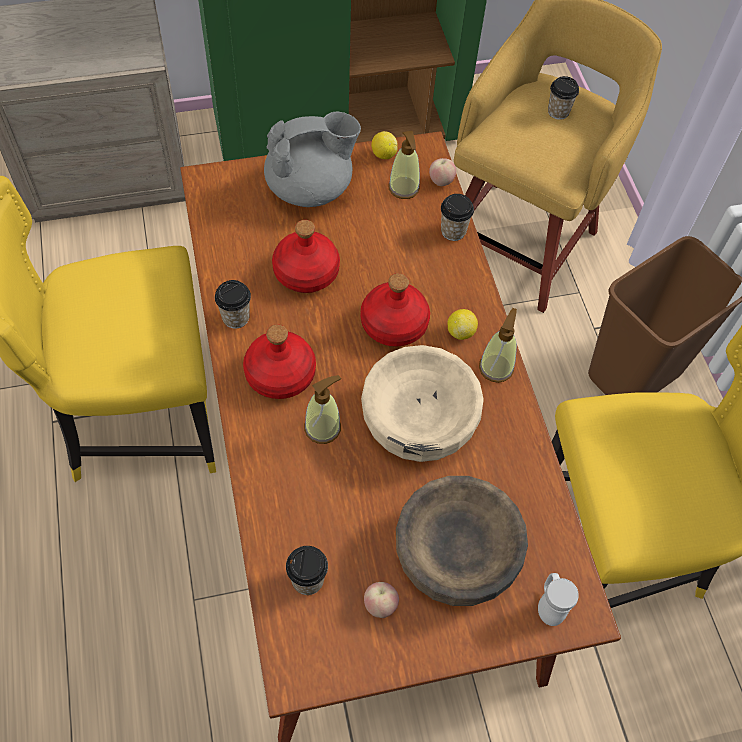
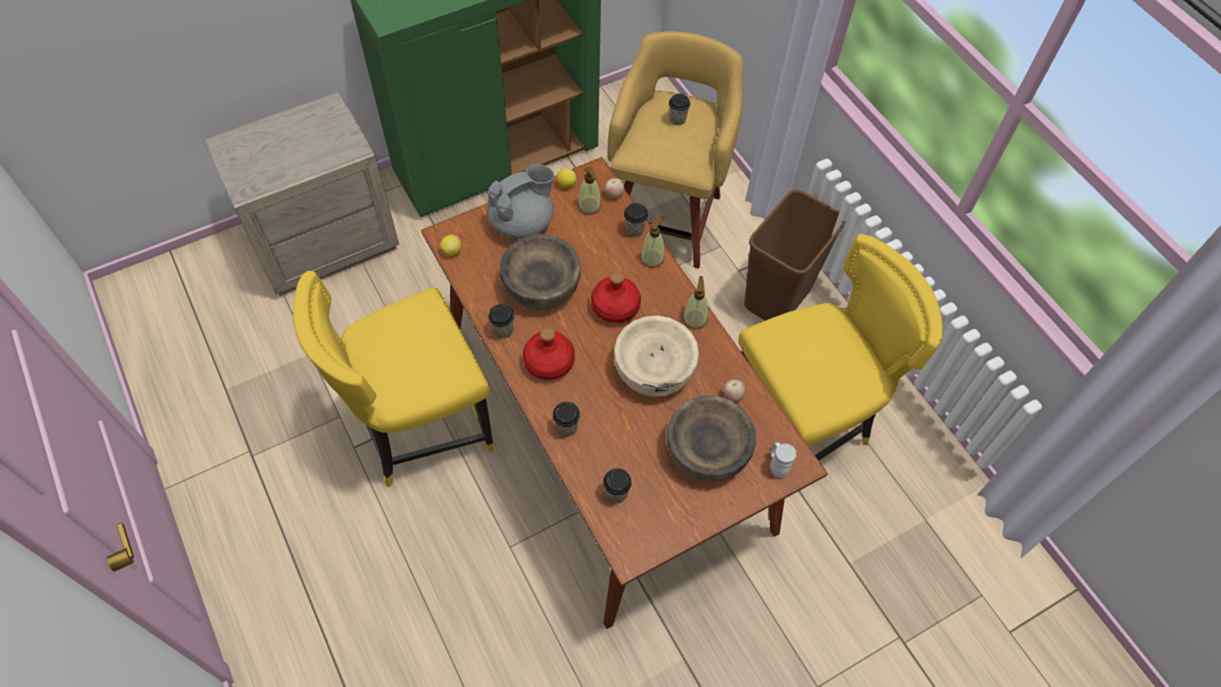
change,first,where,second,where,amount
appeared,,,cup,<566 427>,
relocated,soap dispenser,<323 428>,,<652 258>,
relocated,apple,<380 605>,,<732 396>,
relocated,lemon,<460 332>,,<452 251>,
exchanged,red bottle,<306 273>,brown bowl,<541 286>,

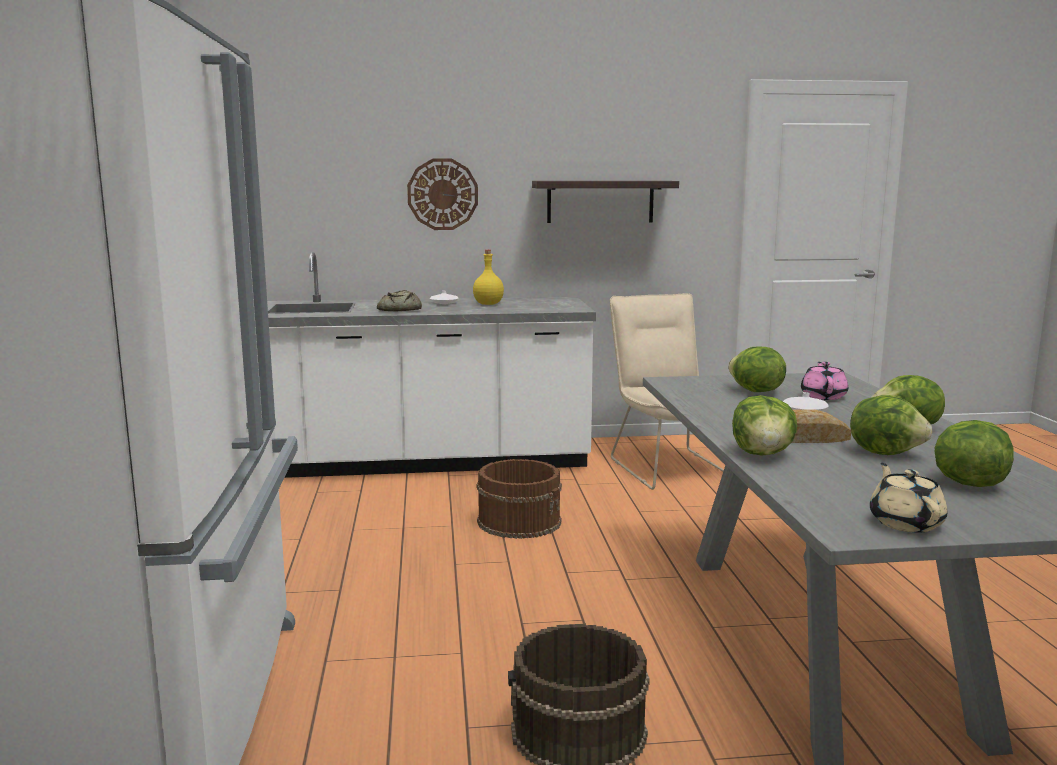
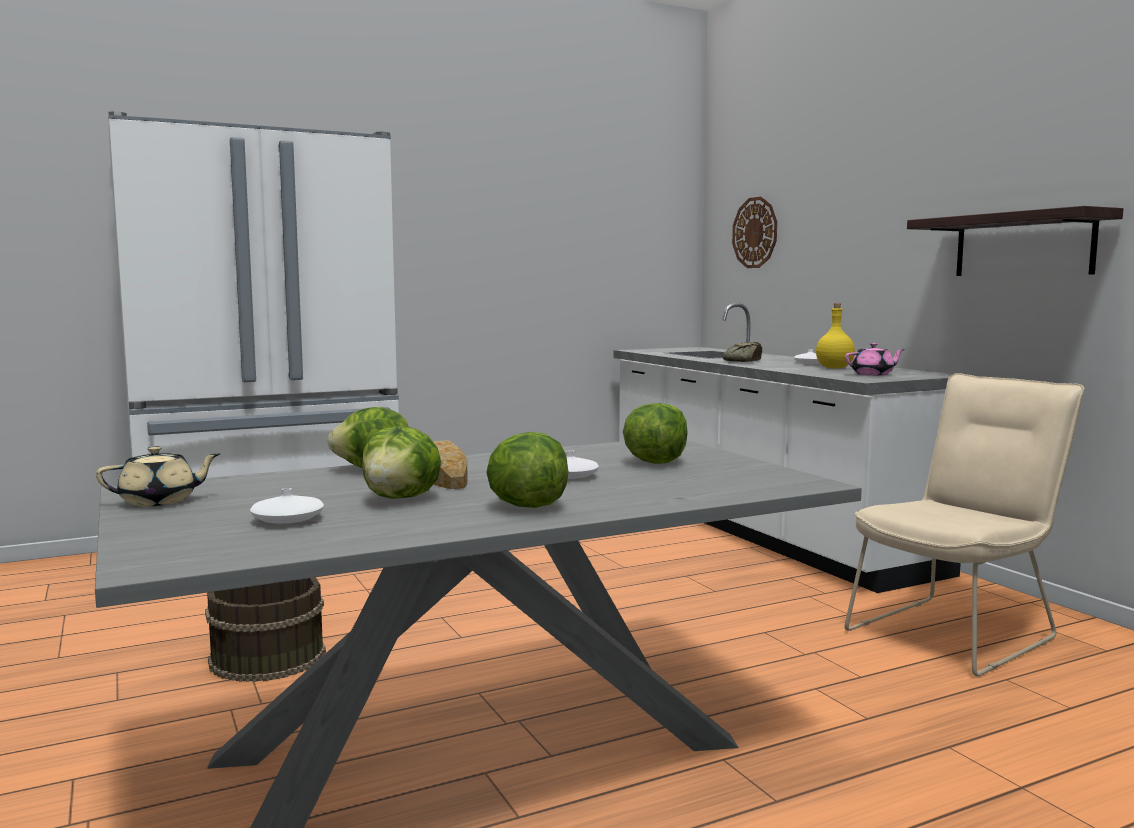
change,first,where,second,where,amount
missing,brown bucket,<520 521>,,,
relocated,wall clock,<442 194>,,<755 232>,
relocated,pink teapot,<823 396>,,<873 374>,
exchanged,lettuce,<968 483>,white vase,<288 519>,

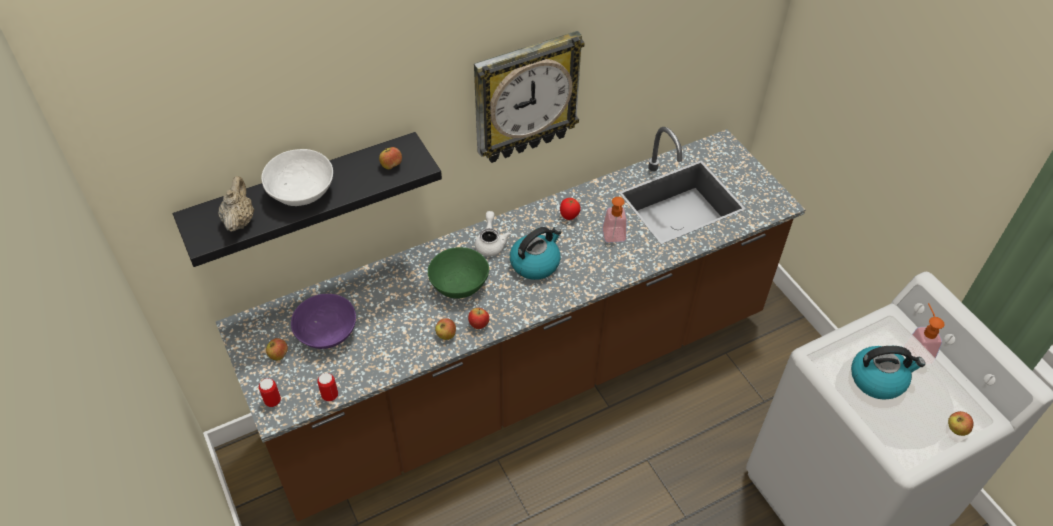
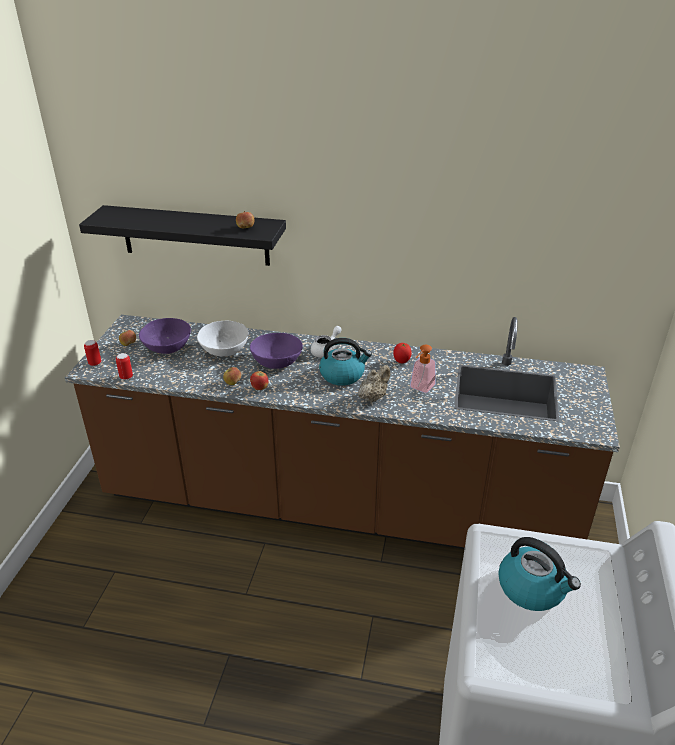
change,first,where,second,where,amount
missing,wall clock,<525 98>,,,
missing,soap dispenser,<915 351>,,,
missing,apple,<956 429>,,,
relocated,beige teapot,<239 220>,,<373 397>,
relocated,white bowl,<302 192>,,<225 350>,
colour,green bowl,<458 284>,purple bowl,<277 361>,

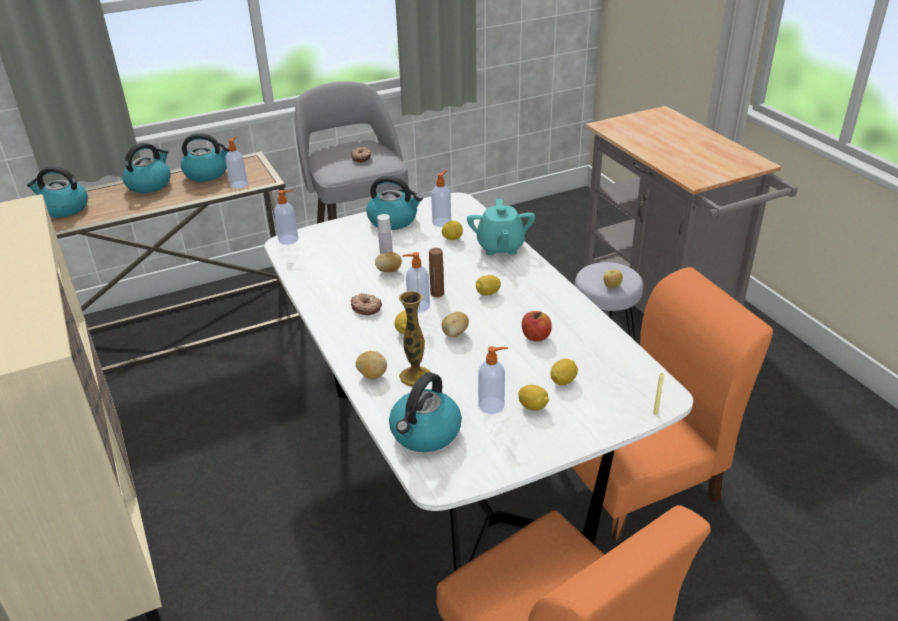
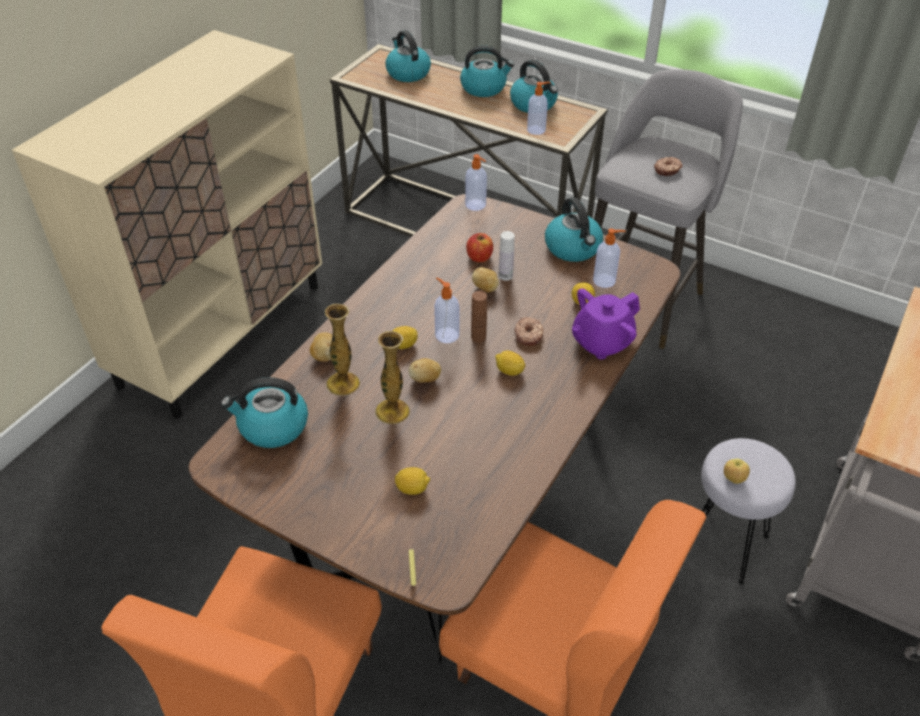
change,first,where,second,where,amount
missing,soap dispenser,<492 405>,,,
missing,lemon,<533 406>,,,
appeared,,,vase,<392 411>,
relocated,donut,<366 308>,,<529 335>,
relocated,apple,<535 336>,,<479 257>,
colour,white dining table,<452 463>,brown dining table,<459 498>,
colour,turquoise teapot,<500 247>,purple teapot,<601 342>,

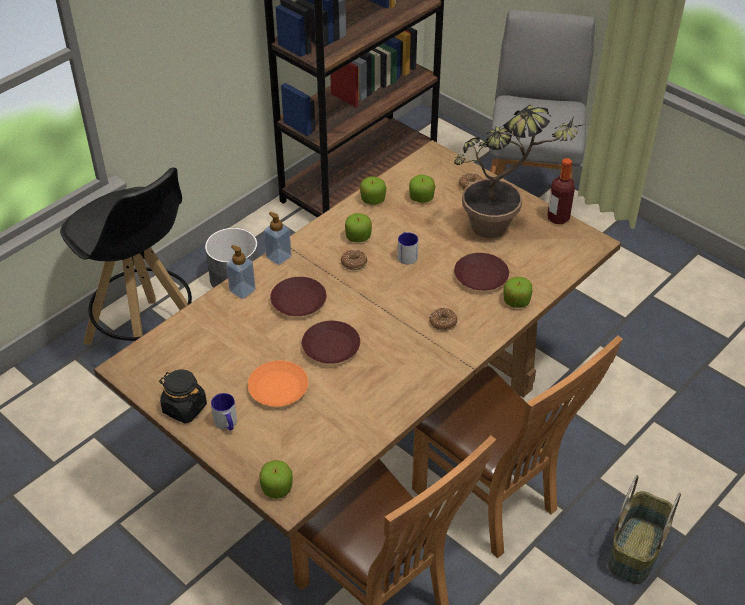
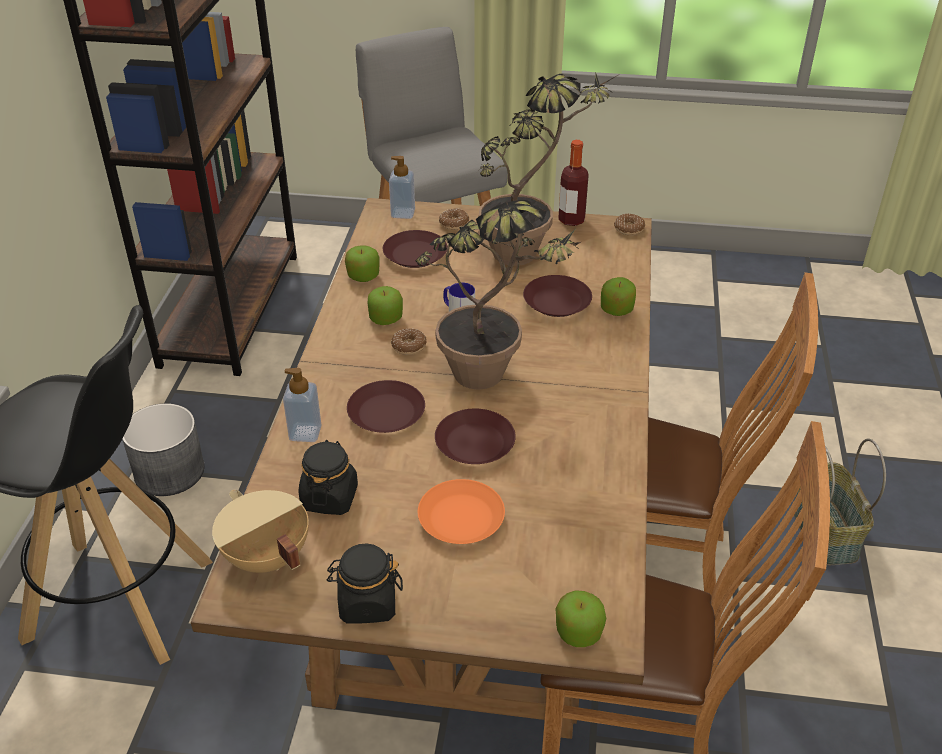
change,first,where,second,where,amount
missing,mug,<227 423>,,,
appeared,,,beige cooking pot,<265 558>,
appeared,,,black jar,<329 497>,
appeared,,,potted plant,<493 382>,
relocated,soap dispenser,<278 257>,,<403 213>,
relocated,donut,<443 322>,,<629 229>,
exchanged,apple,<421 198>,brown plate,<415 254>,

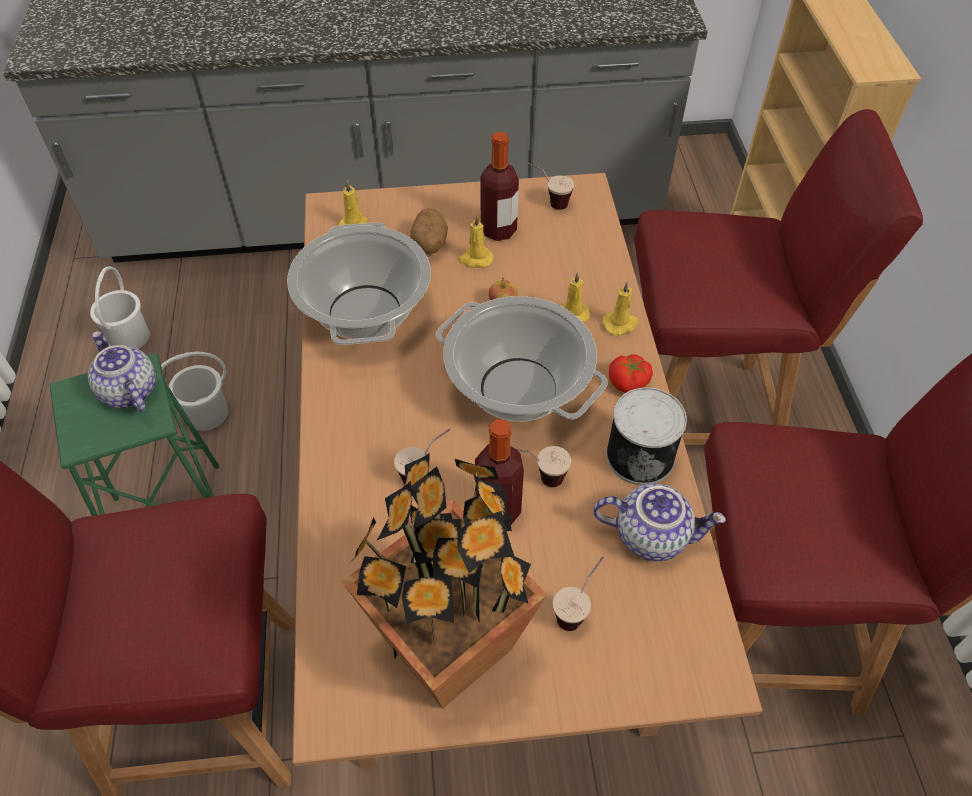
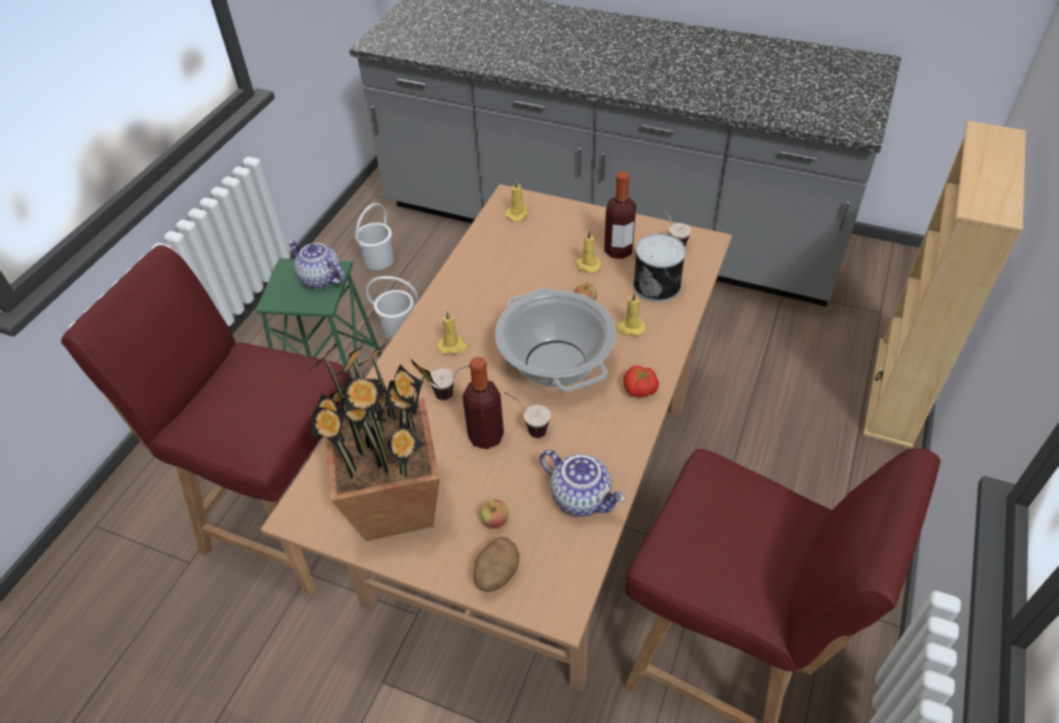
change,first,where,second,where,amount
missing,cooking pot,<364 312>,,,
missing,red chair,<701 415>,,,
relocated,potato,<429 245>,,<496 574>,
relocated,yellow candle,<620 324>,,<453 346>,
relocated,can,<640 454>,,<657 285>,
exchanged,cup,<577 608>,apple,<495 521>,
spun,teapot,<128 391>,,<320 279>,45 degrees counterclockwise

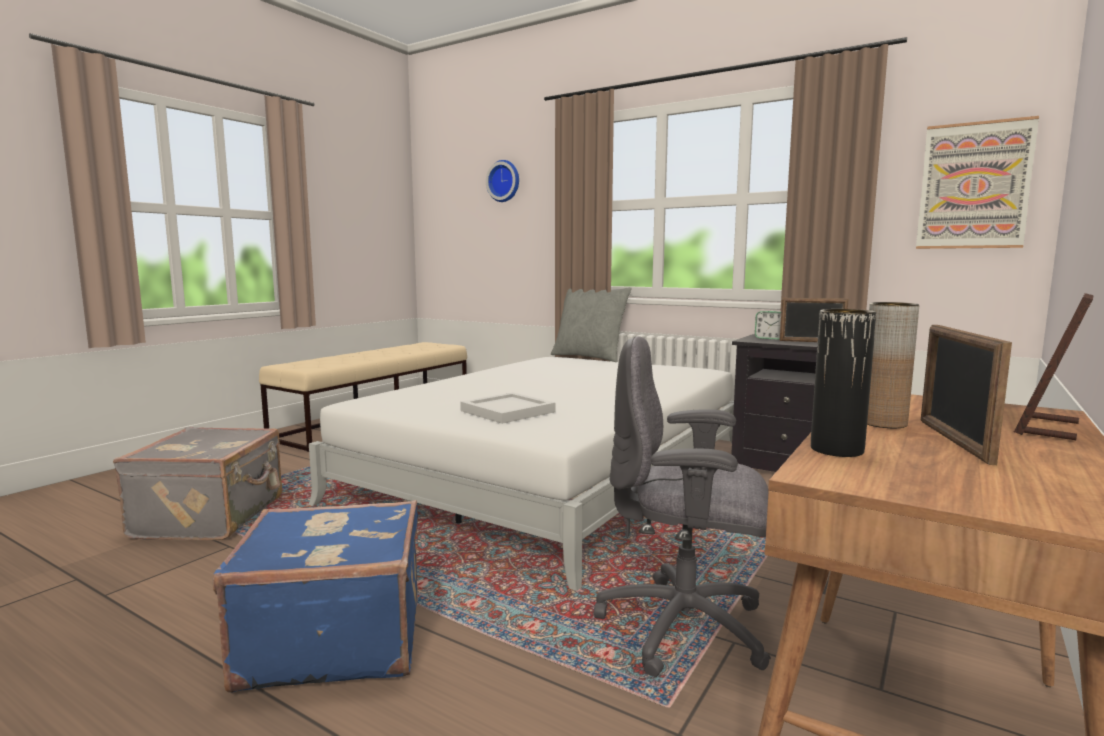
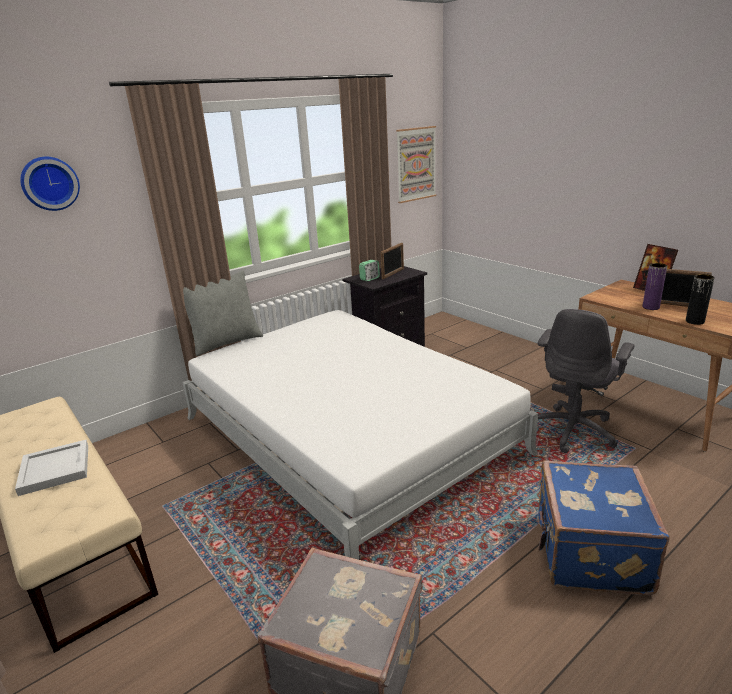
change,first,where,second,where,amount
relocated,white tray,<507 412>,,<56 469>,
colour,brown vase,<883 423>,purple vase,<650 307>,

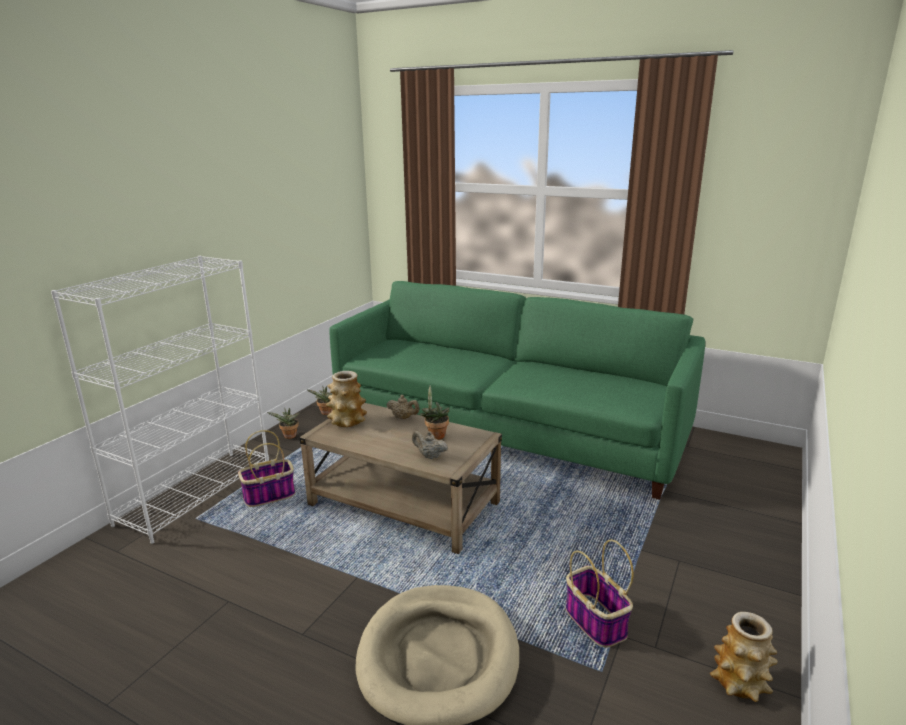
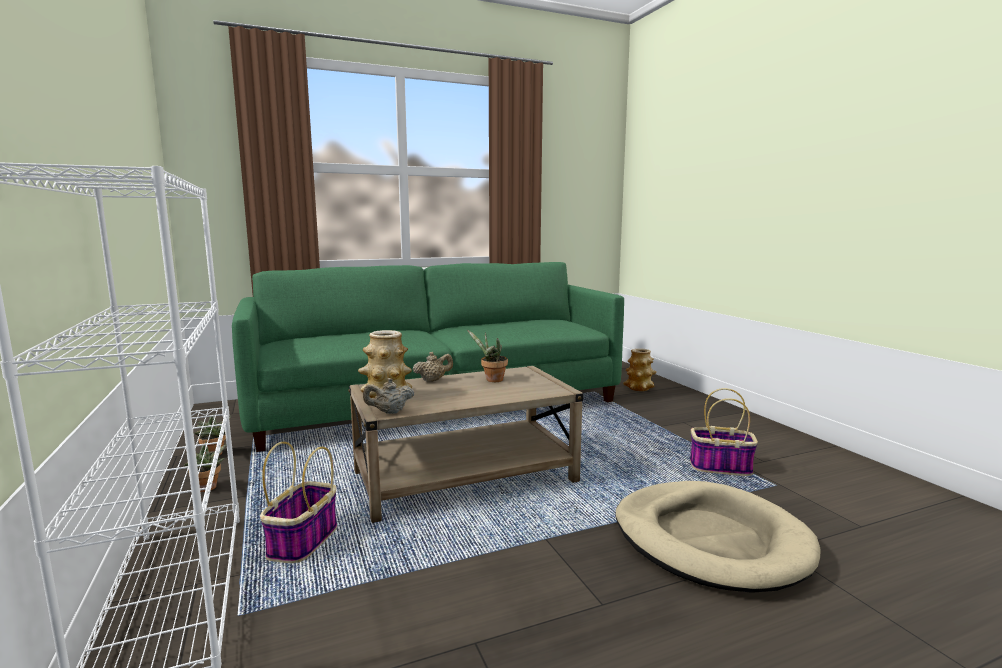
change,first,where,second,where,amount
relocated,beige teapot,<429 456>,,<389 412>,
relocated,vase,<739 683>,,<639 388>,

